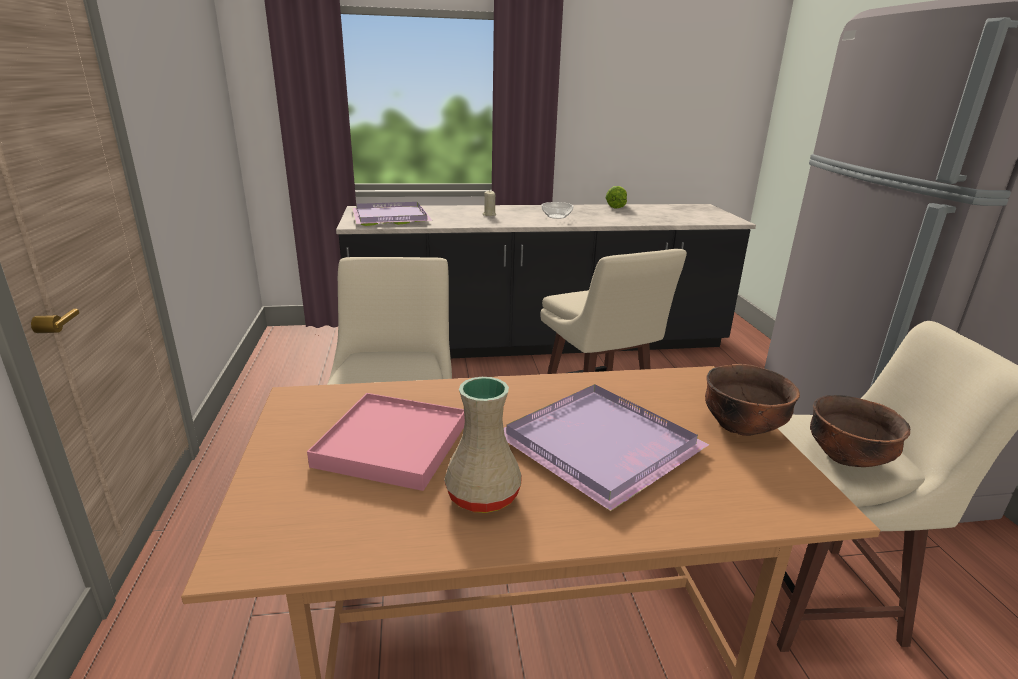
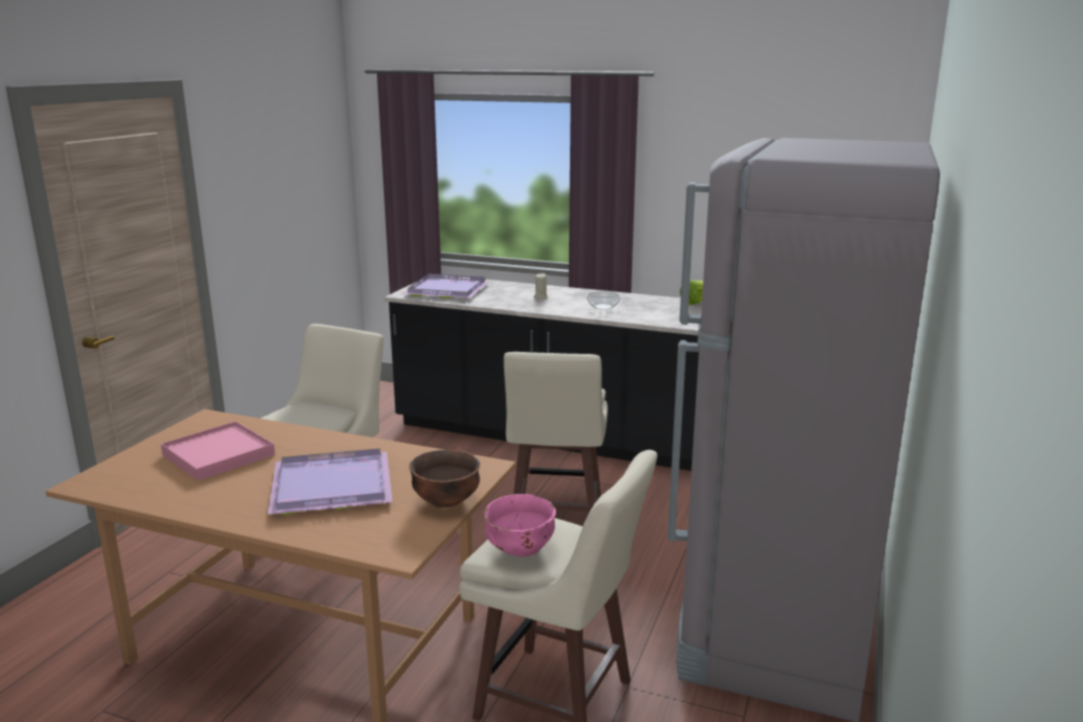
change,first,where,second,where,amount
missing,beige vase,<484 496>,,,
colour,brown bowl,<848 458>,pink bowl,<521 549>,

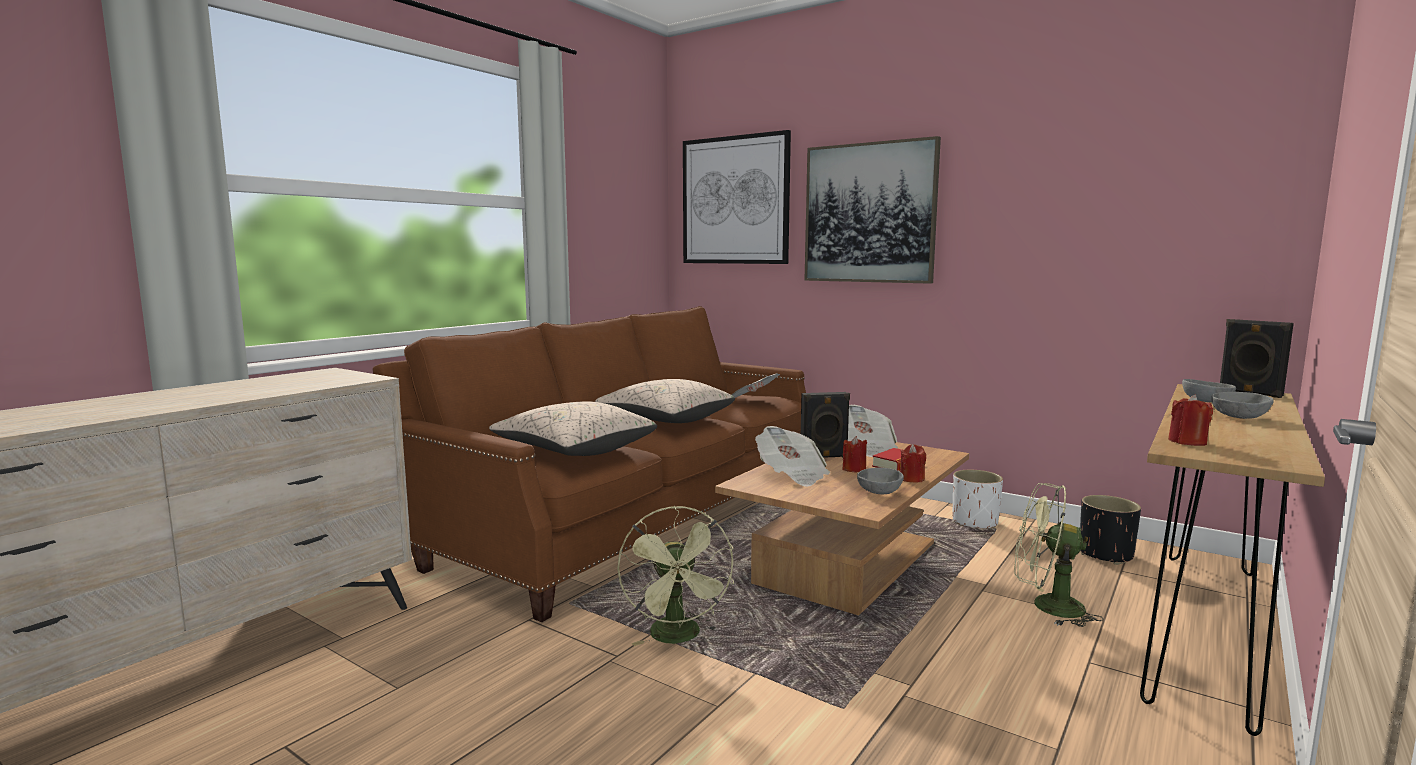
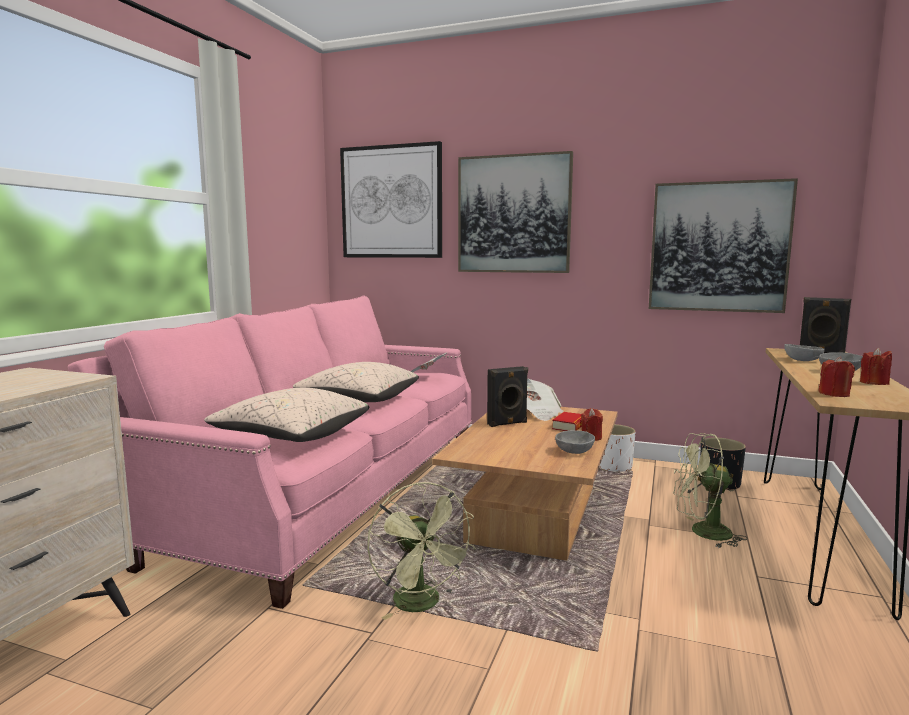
change,first,where,second,where,amount
missing,newspaper,<792 475>,,,
appeared,,,picture,<718 247>,
relocated,red candle,<854 469>,,<874 383>,
colour,brown sofa,<635 516>,pink sofa,<329 489>,

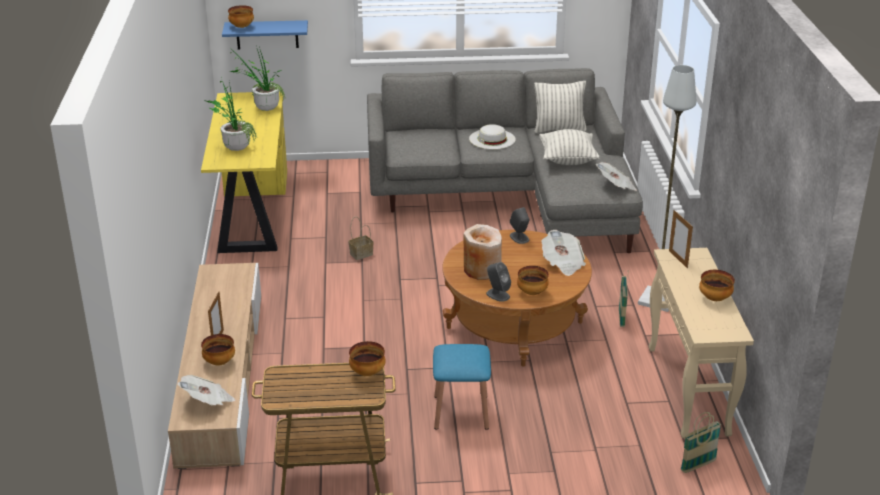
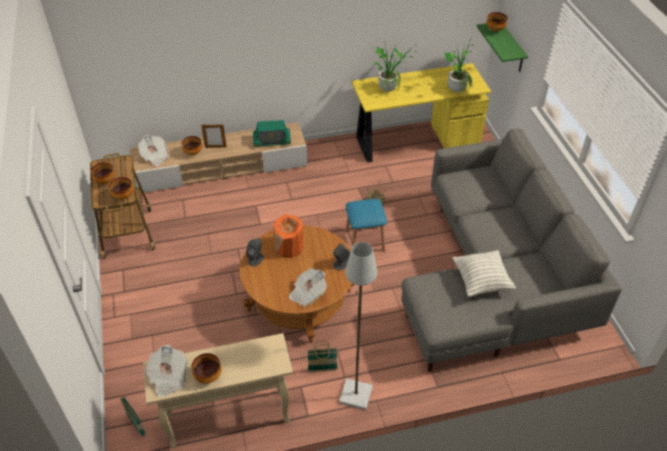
change,first,where,second,where,amount
missing,white hat,<492 139>,,,
missing,pillow,<559 129>,,,
missing,picture frame,<678 259>,,,
appeared,,,radio,<272 141>,
relocated,blue stool,<461 412>,,<364 241>,
relocated,bowl,<532 293>,,<105 181>,
relocated,newspaper,<616 186>,,<168 378>,
colour,blue shelf,<267 34>,green shelf,<512 48>,
colour,beige vase,<482 270>,orange vase,<289 247>,

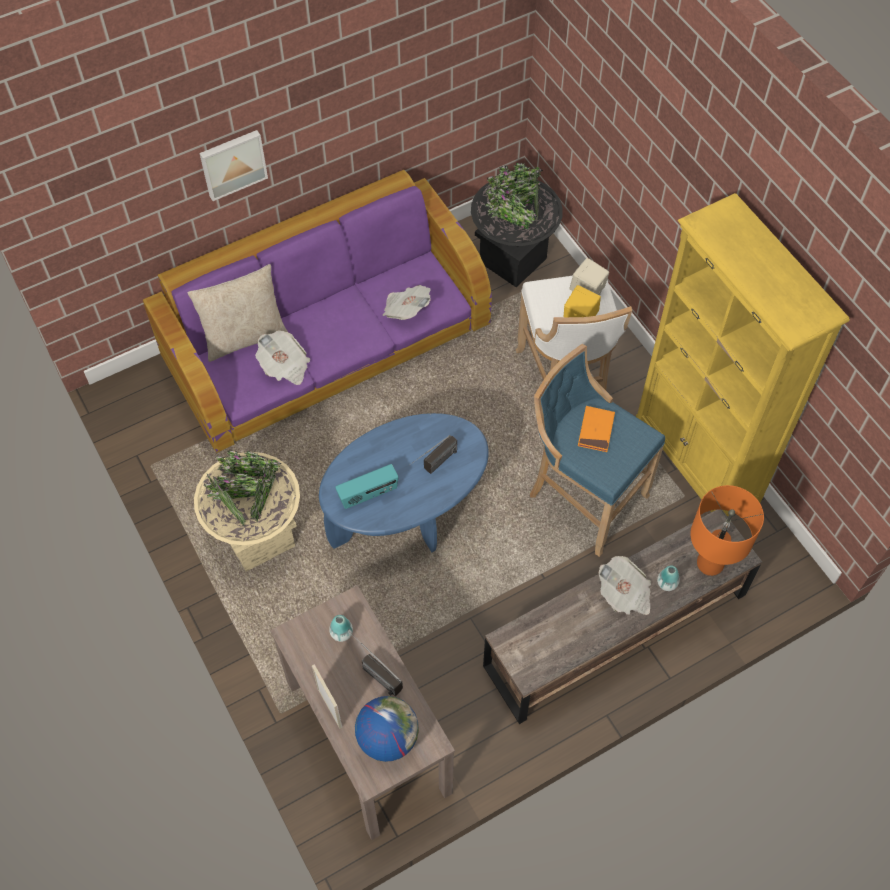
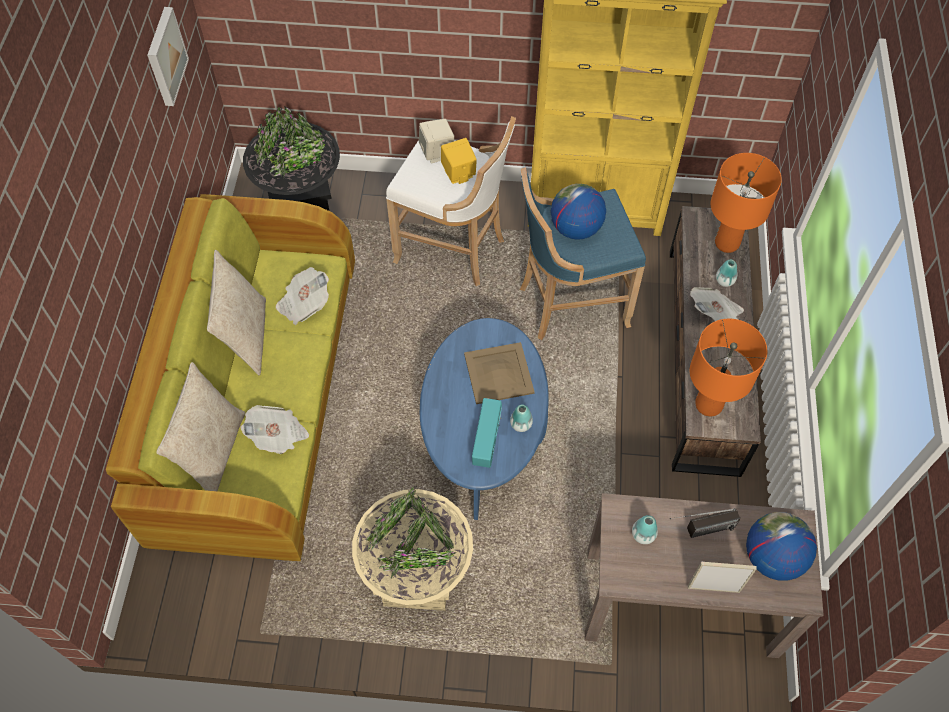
change,first,where,second,where,amount
appeared,,,beige pillow,<246 336>,
appeared,,,vase,<521 424>,
appeared,,,orange table lamp,<709 405>,
relocated,picture,<232 163>,,<164 56>,
exchanged,radio,<434 466>,beige tray,<498 373>,
exchanged,orange book,<596 430>,globe,<575 228>,
colour,purple sofa,<327 342>,green sofa,<257 397>,

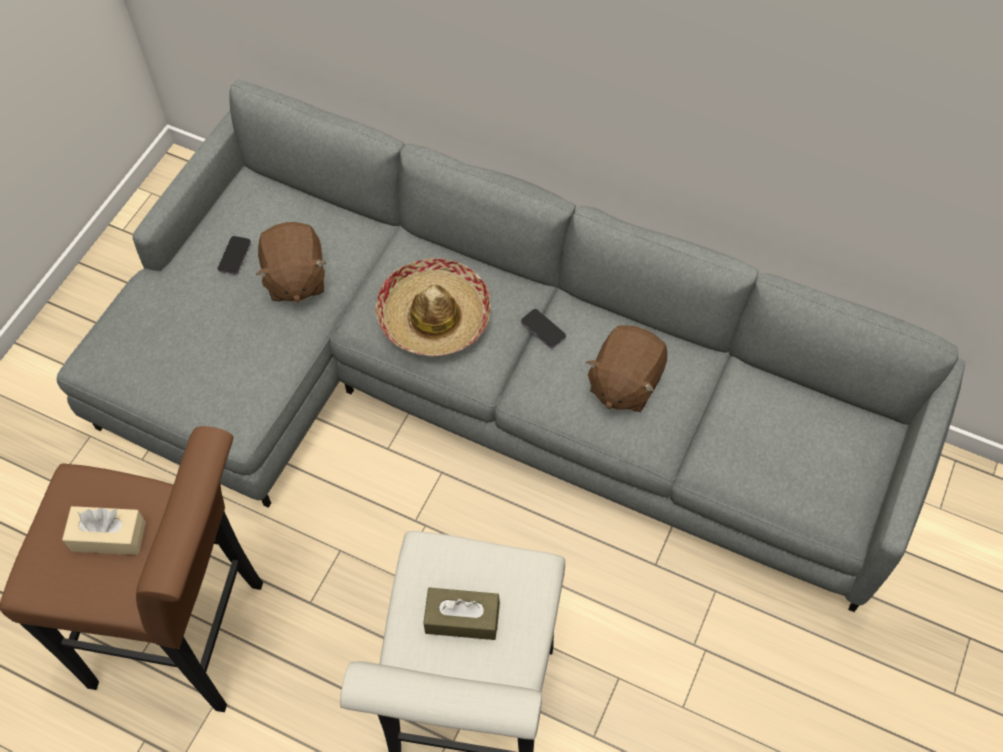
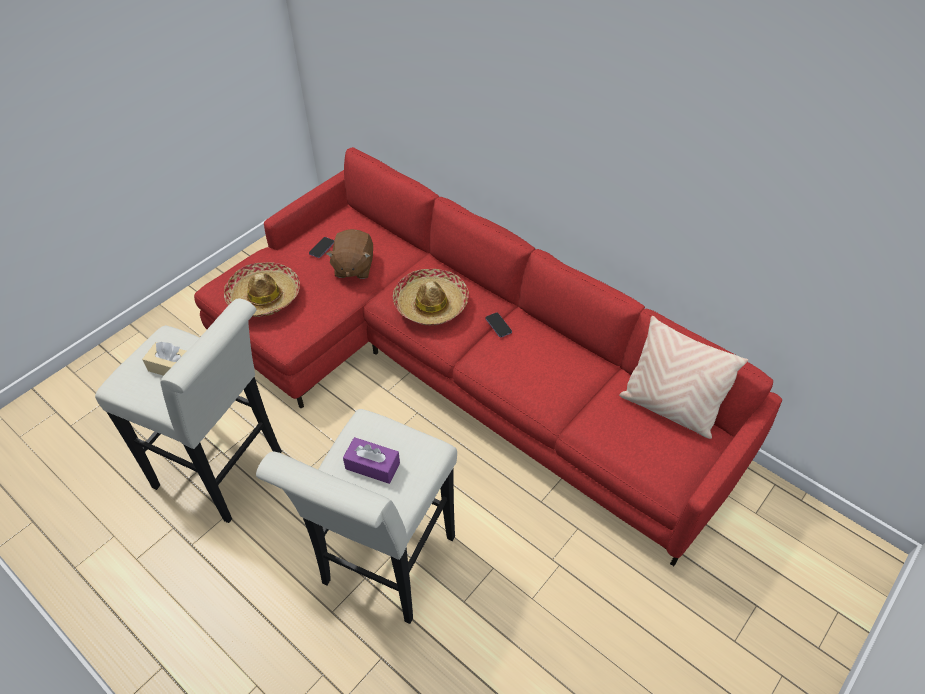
change,first,where,second,where,amount
missing,brown plush toy,<624 383>,,,
appeared,,,hat,<264 296>,
appeared,,,beige pillow,<668 408>,
colour,brown stool,<191 636>,white stool,<226 472>,
colour,grey sofa,<480 390>,red sofa,<458 370>,
colour,brown tissue box,<462 619>,purple tissue box,<372 466>,

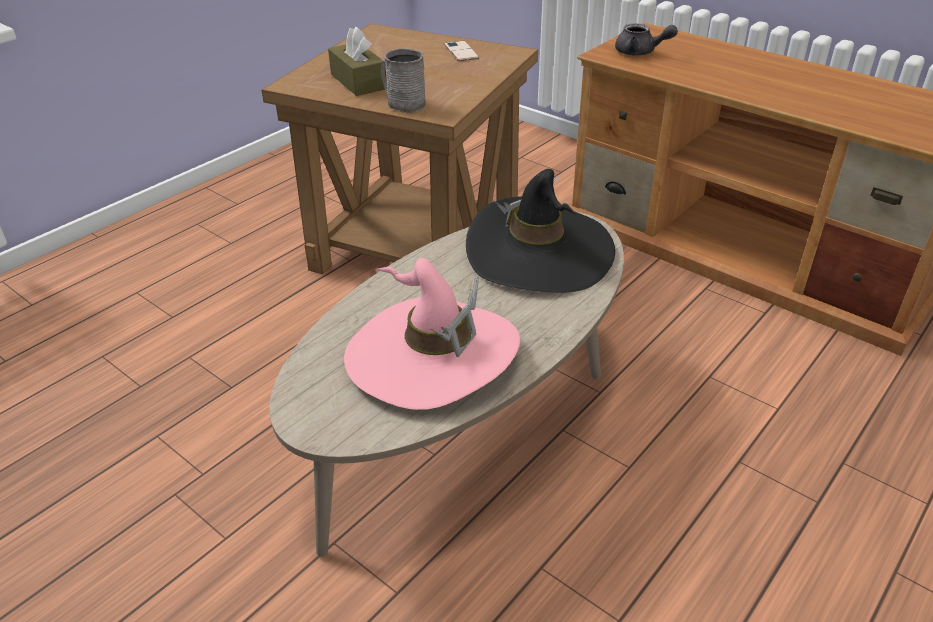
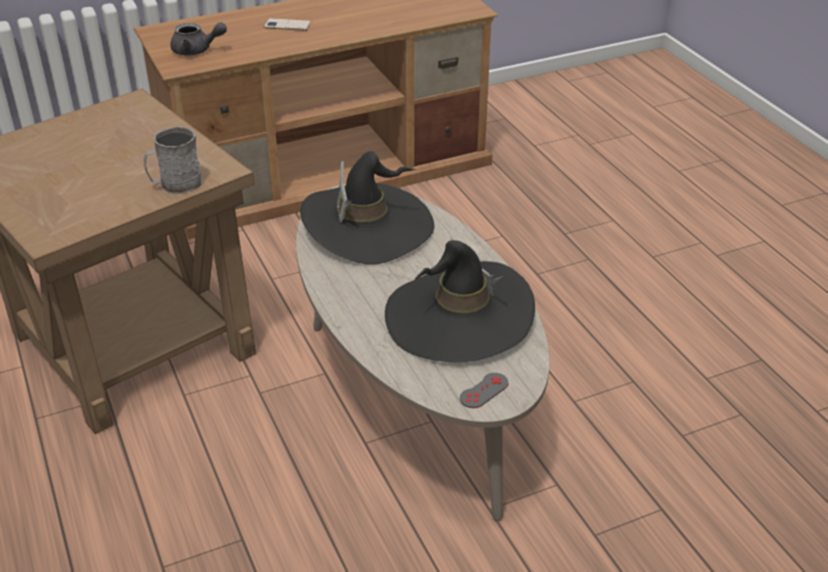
change,first,where,second,where,amount
missing,brown tissue box,<358 81>,,,
appeared,,,grey game controller,<484 390>,
relocated,phone,<461 51>,,<287 25>,
colour,pink hat,<432 355>,black hat,<459 317>,
spun,grey teapot,<640 53>,,<196 51>,45 degrees clockwise

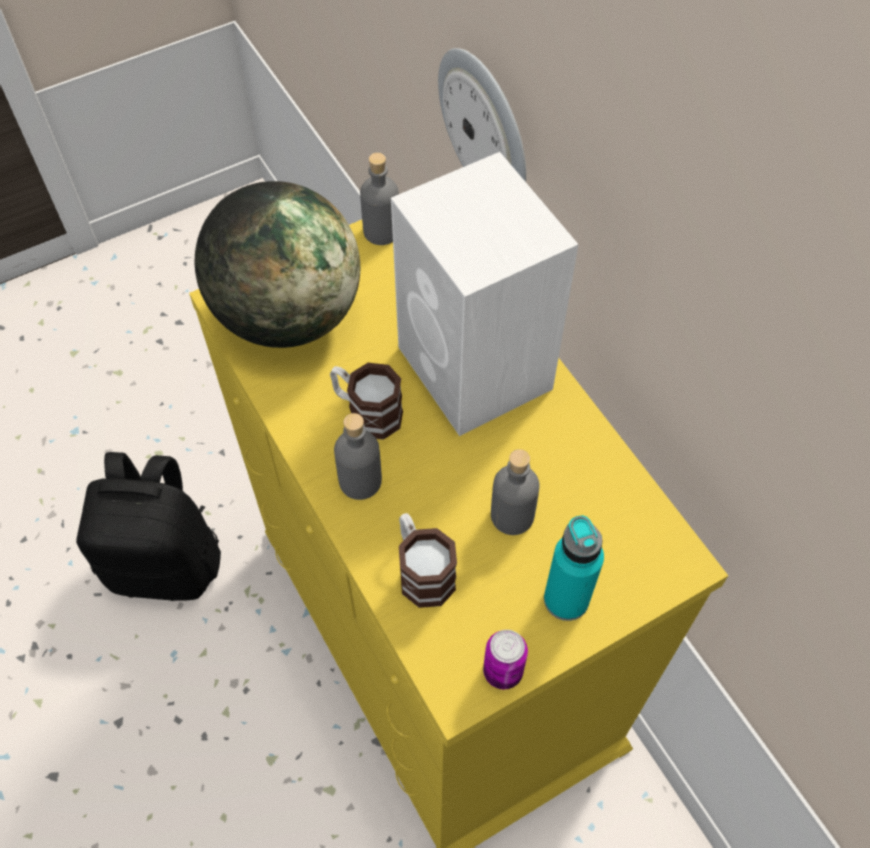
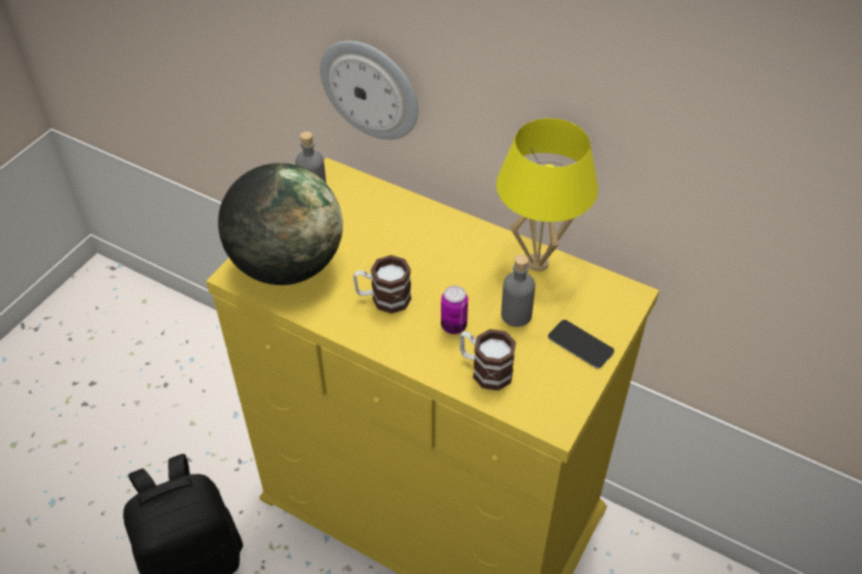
change,first,where,second,where,amount
missing,grey bottle,<360 481>,,,
missing,white speaker,<476 371>,,,
appeared,,,yellow table lamp,<537 262>,
relocated,can,<502 671>,,<453 326>,
exchanged,turquoise bottle,<566 599>,phone,<580 344>,

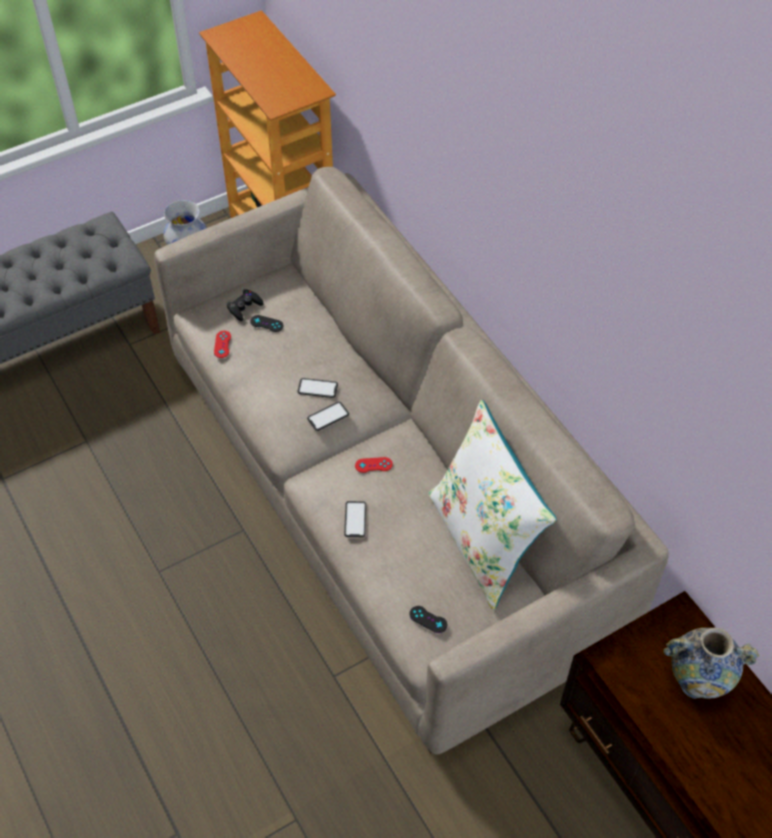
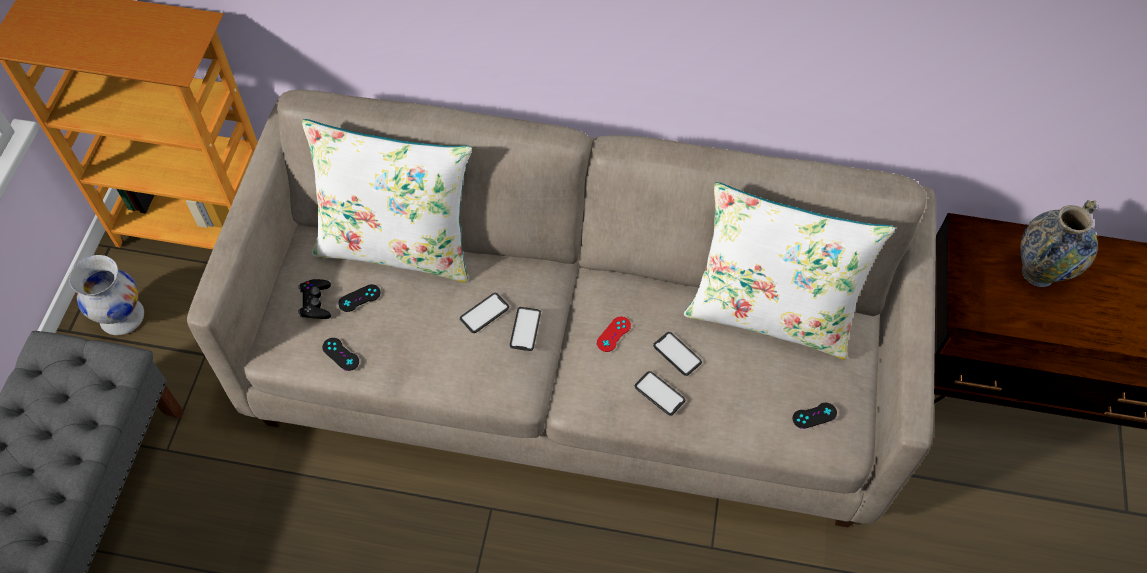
change,first,where,second,where,amount
appeared,,,white pillow,<397 246>,
appeared,,,phone,<677 354>,
colour,red game controller,<222 344>,black game controller,<340 354>,

